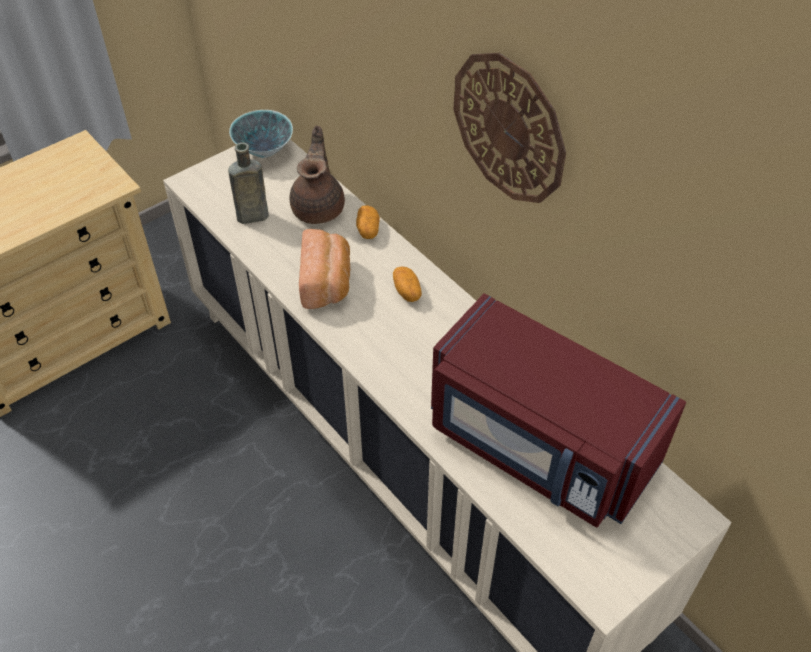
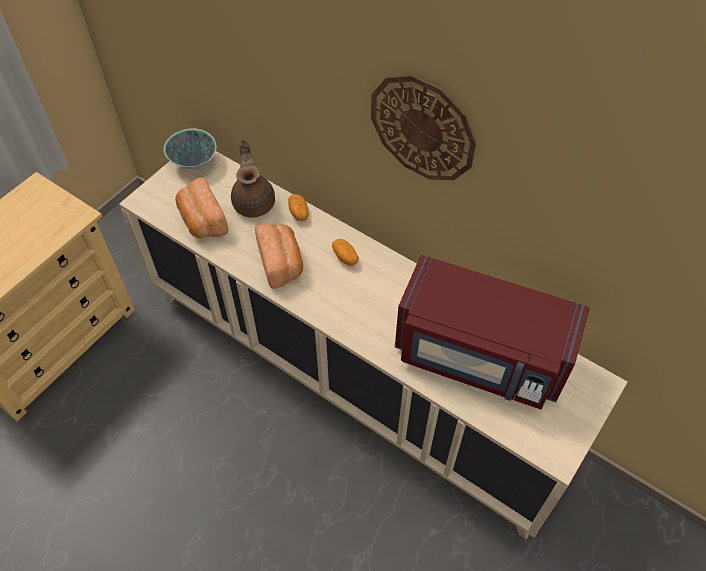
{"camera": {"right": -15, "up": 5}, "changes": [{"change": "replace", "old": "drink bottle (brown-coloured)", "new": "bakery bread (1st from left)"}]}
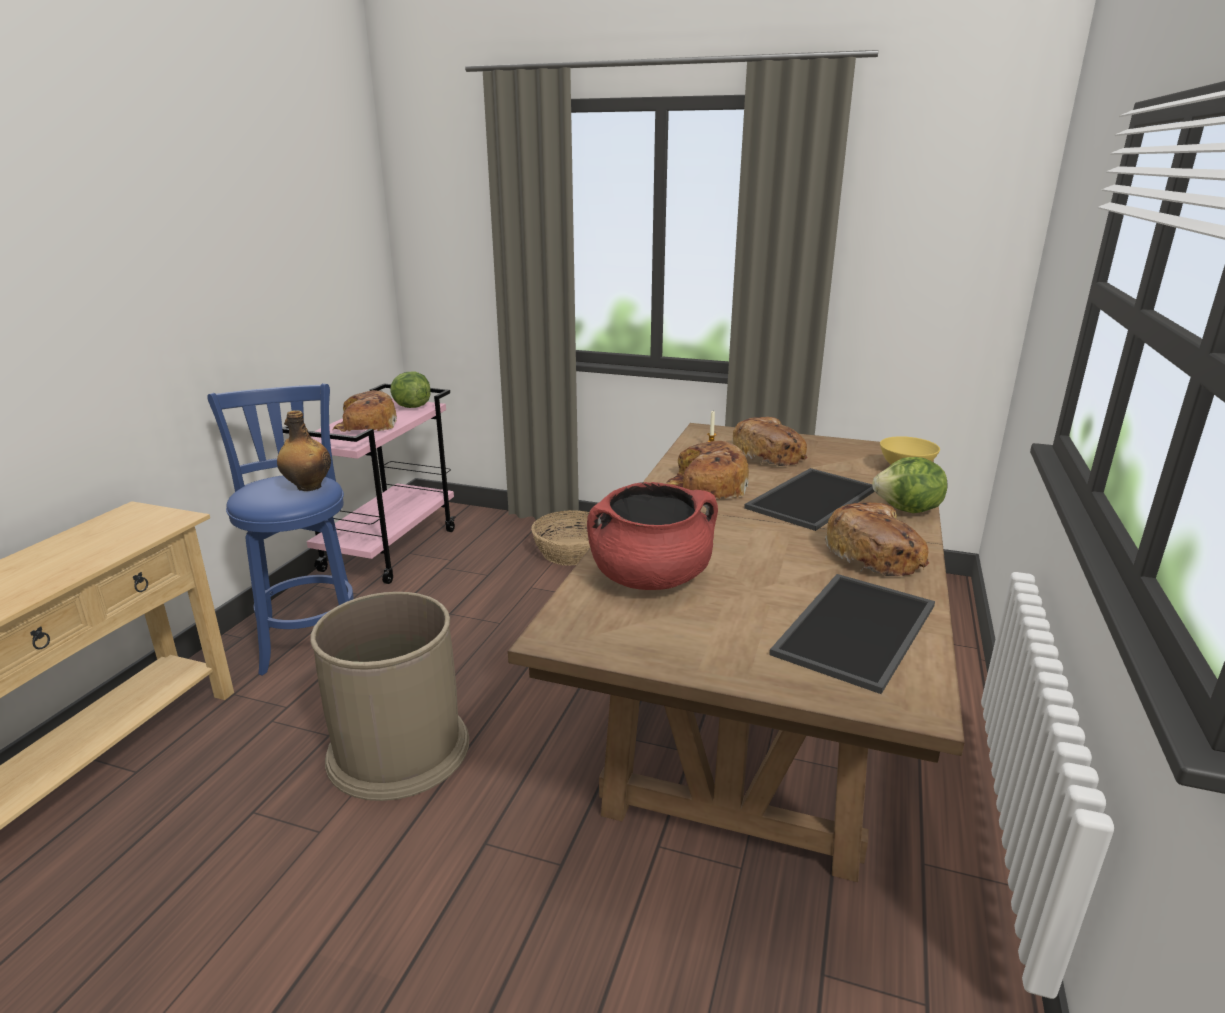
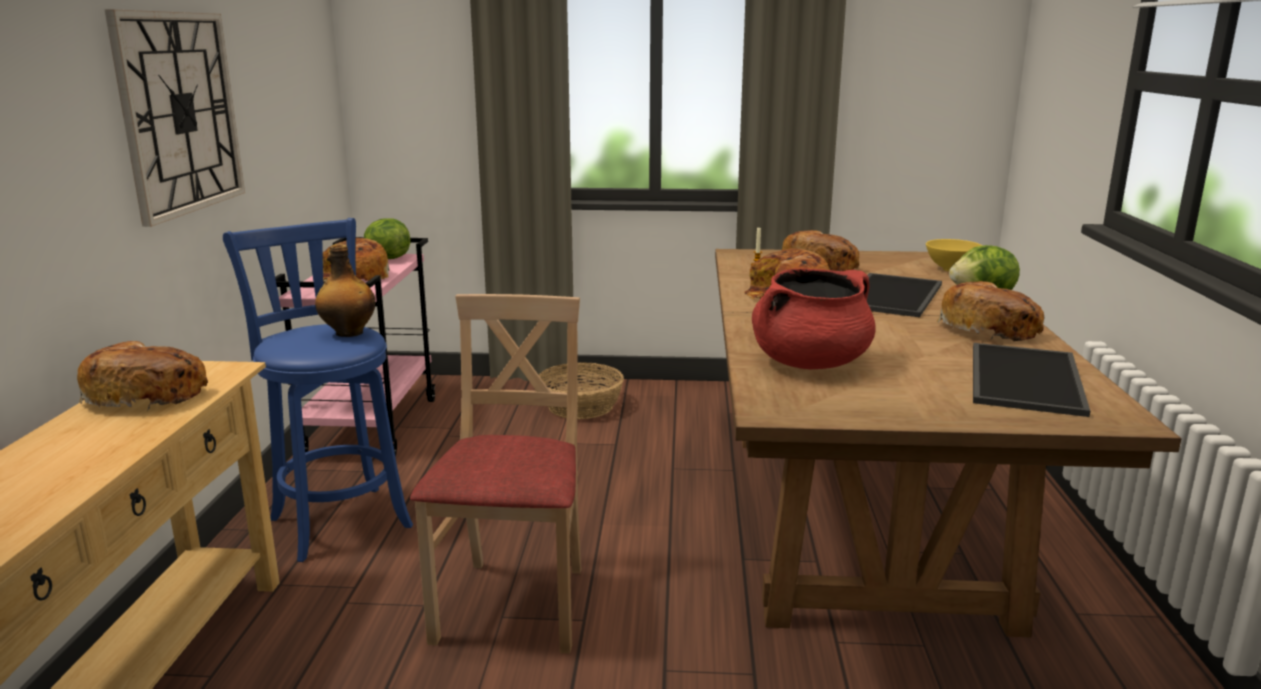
{"camera": {"right": -15, "up": -5}, "changes": [{"change": "insert", "new": "bakery bread (1st from left)"}, {"change": "insert", "new": "wall clock"}, {"change": "replace", "old": "trash can (brown-coloured)", "new": "plain chair (beige-coloured)"}]}
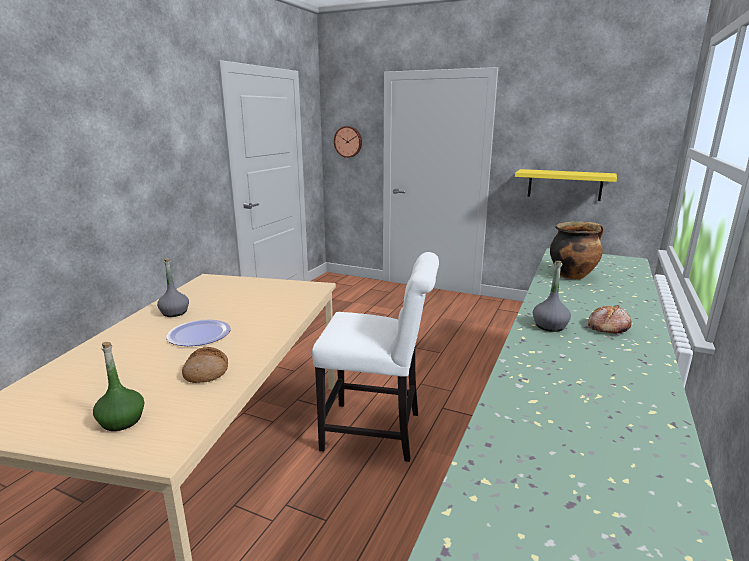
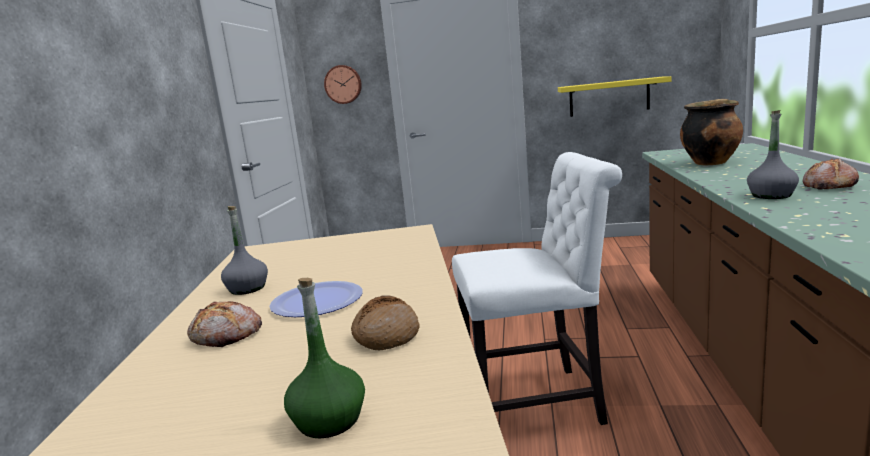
{"camera": {"right": -15, "up": -5}, "changes": [{"change": "insert", "new": "bakery bread (1st from left)"}]}
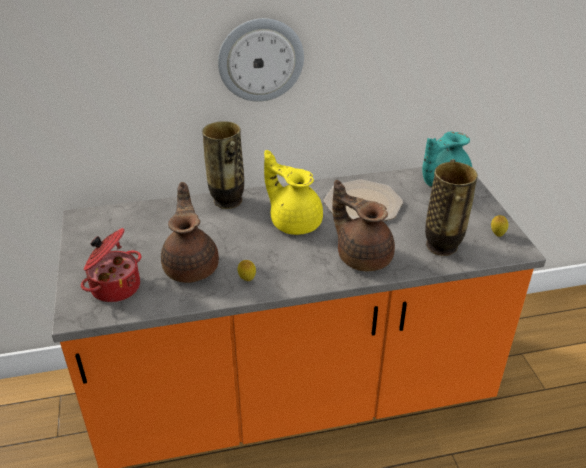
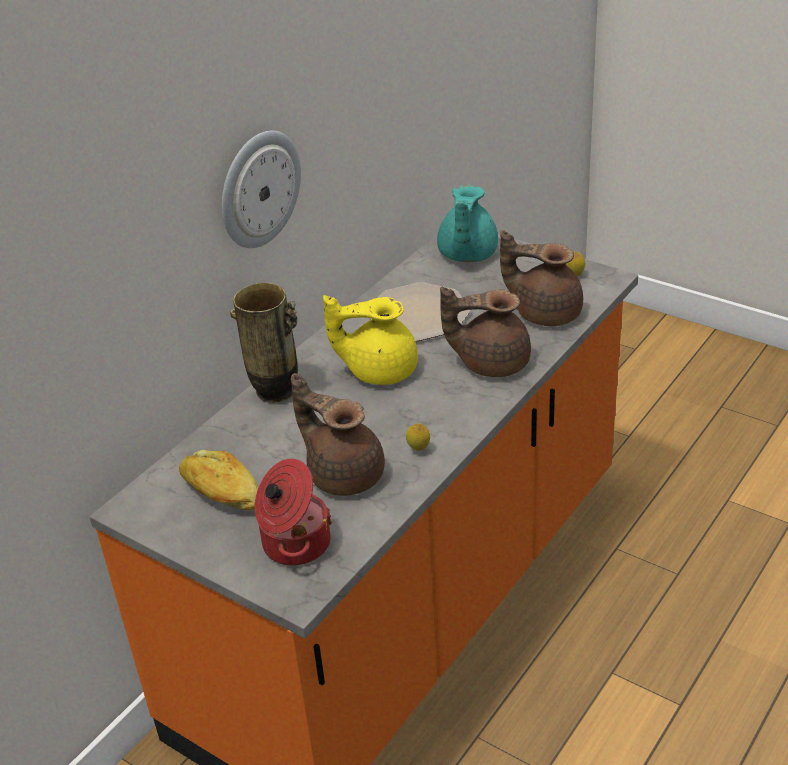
{"camera": {"right": -40, "up": 0}, "changes": [{"change": "insert", "new": "bakery bread"}, {"change": "replace", "old": "flower vase (2nd from left)", "new": "pot for tea (brown-coloured) (3rd from left)"}]}
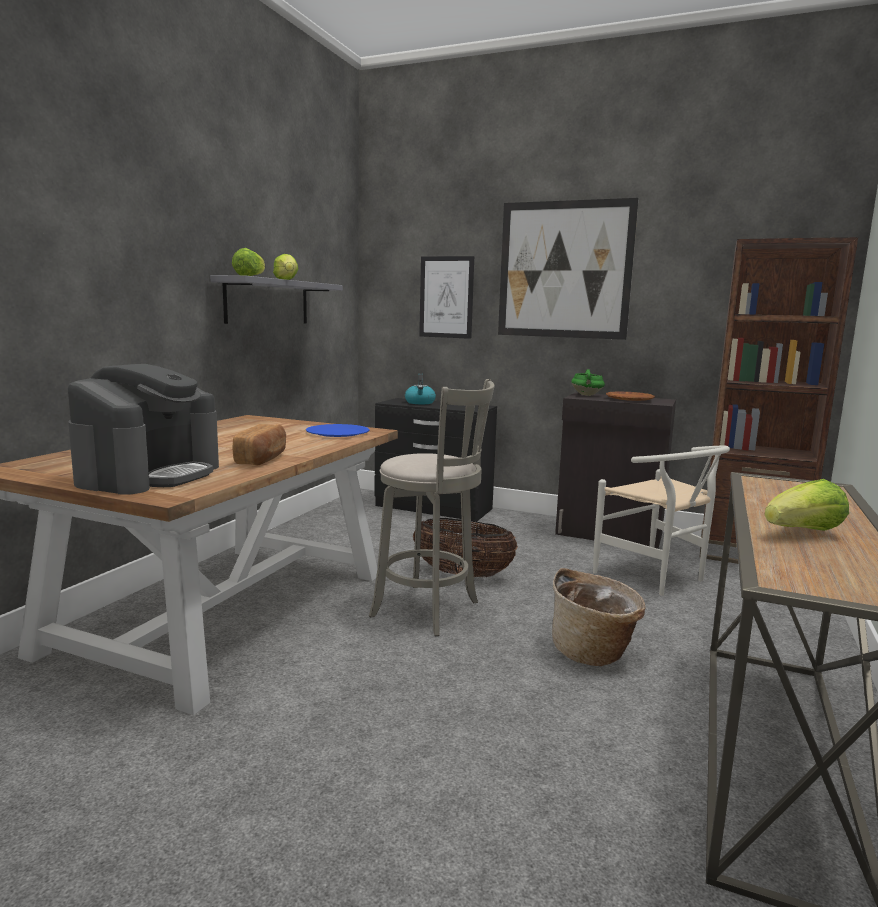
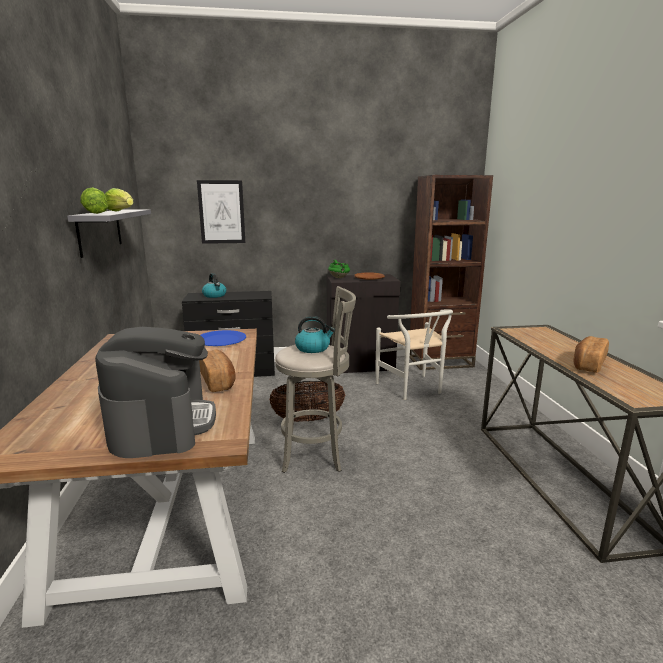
{"camera": {"right": -30, "up": 5}, "changes": [{"change": "insert", "new": "water kettle (2nd from left)"}, {"change": "rotate", "old": "plain chair (white)", "degrees": 45}, {"change": "replace", "old": "lettuce head (3rd from left)", "new": "bakery bread (2nd from left)"}, {"change": "delete", "old": "wall picture (2nd from left)"}, {"change": "delete", "old": "basket (2nd from left)"}]}
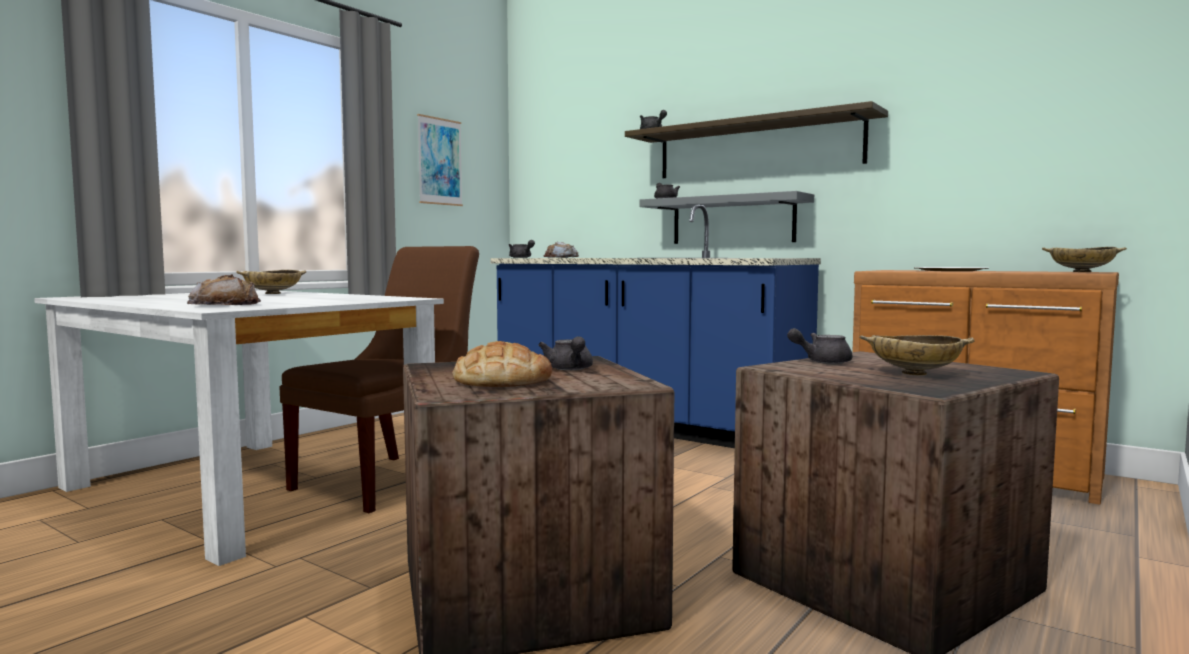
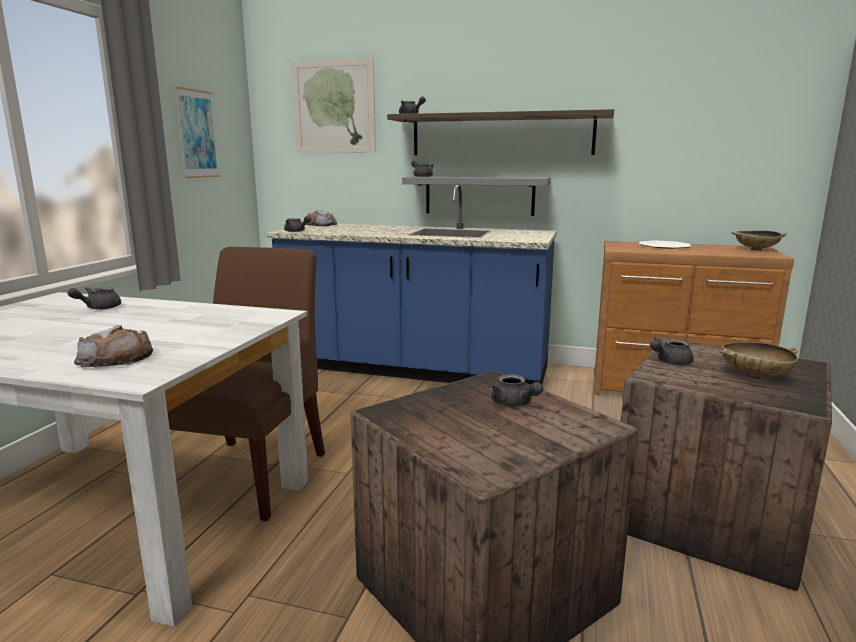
{"camera": {"right": -20, "up": 10}, "changes": [{"change": "replace", "old": "serving bowl (beige-coloured) (1st from left)", "new": "pot for tea (greyish) (1st from left)"}, {"change": "insert", "new": "wall picture (2nd from left)"}, {"change": "delete", "old": "bakery bread (2nd from left)"}]}
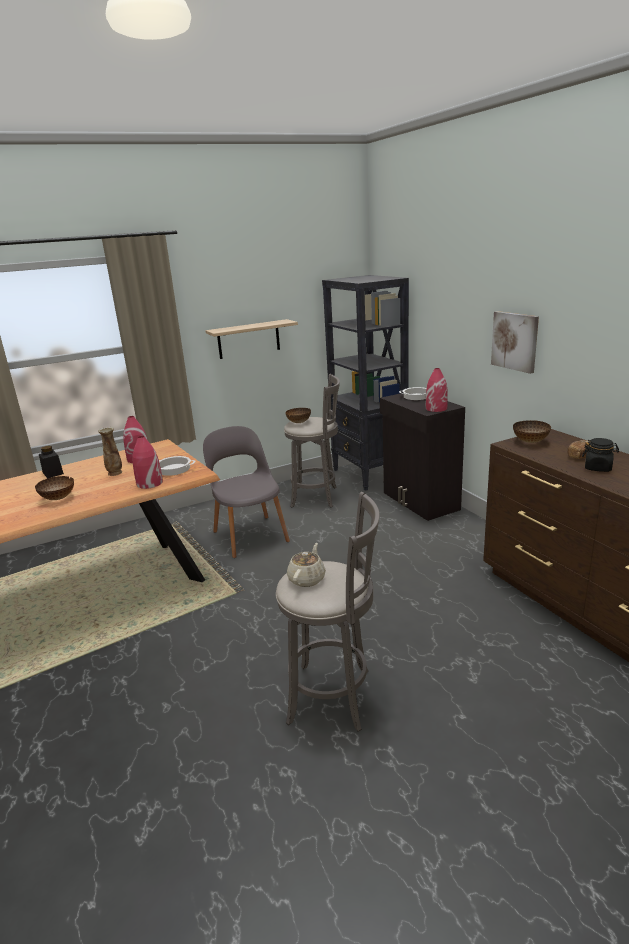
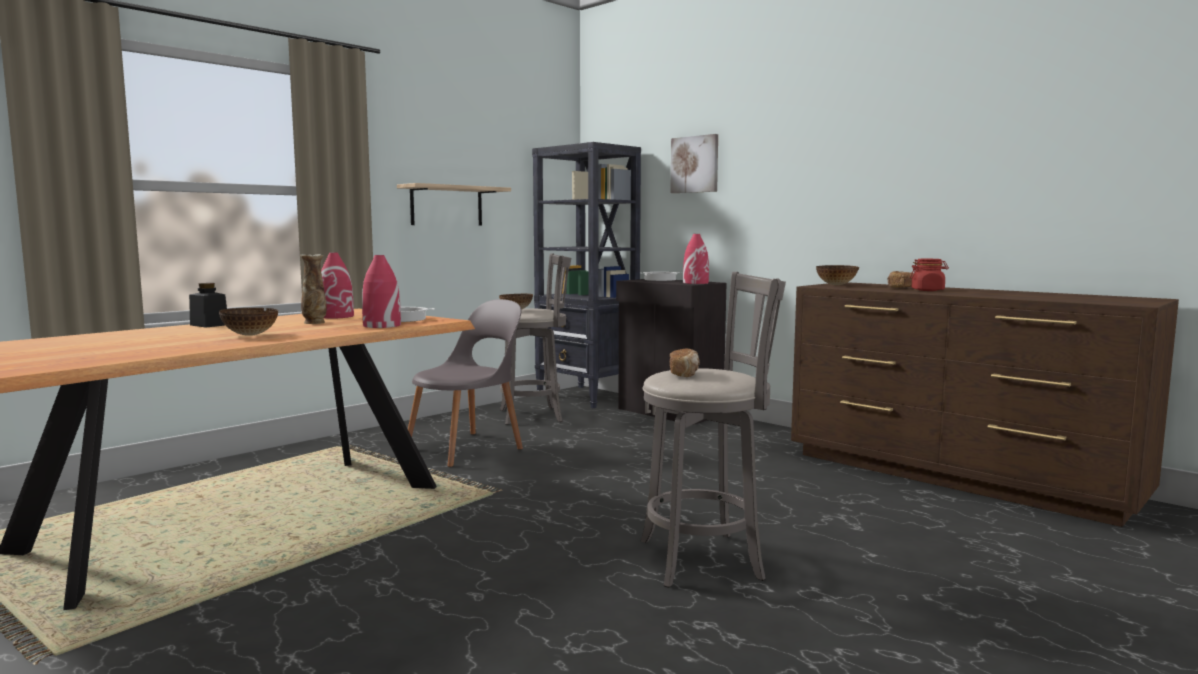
{"camera": {"right": -20, "up": -15}, "changes": [{"change": "rotate", "old": "plain chair (greyish)", "degrees": 90}, {"change": "move", "old": "wall picture"}, {"change": "replace", "old": "pot for tea (beige-coloured)", "new": "bakery bread (1st from left)"}, {"change": "recolor", "old": "preserve jar (blackish) (2nd from left)", "new": "preserve jar (reddish)"}]}
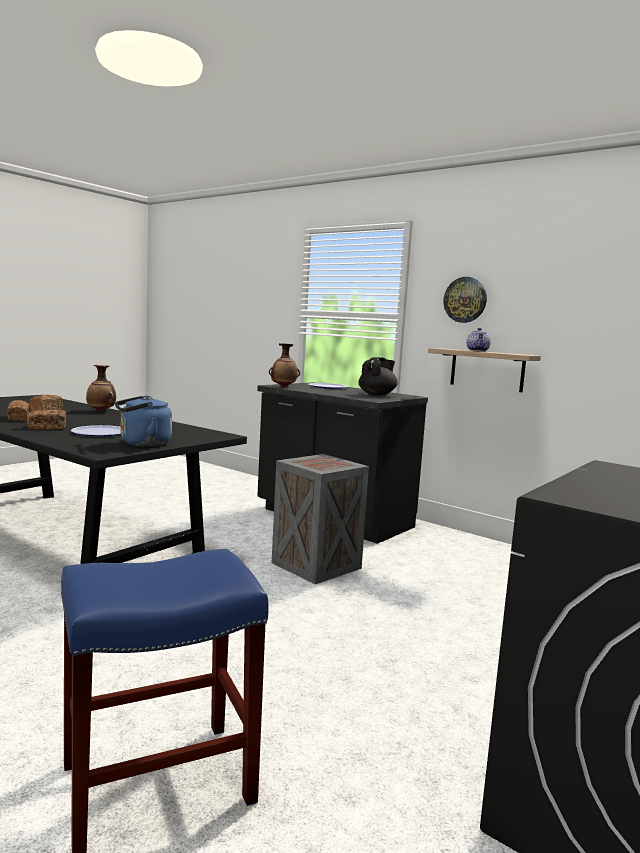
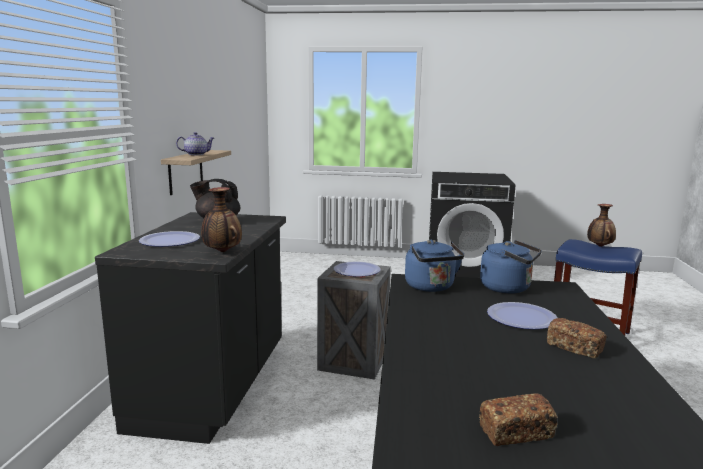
{"camera": {"right": -120, "up": 5}, "changes": [{"change": "insert", "new": "flat dish (2nd from left)"}, {"change": "insert", "new": "water kettle (blue) (1st from left)"}, {"change": "move", "old": "flower vase (1st from left in the first image)", "new": "flower vase (2nd from left)"}, {"change": "delete", "old": "bakery bread (1st from left)"}, {"change": "delete", "old": "wall clock"}]}
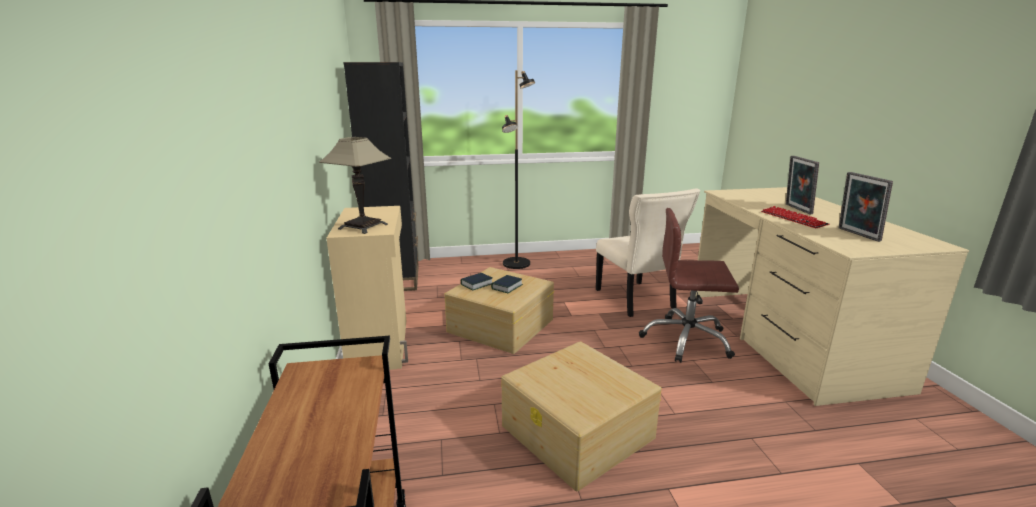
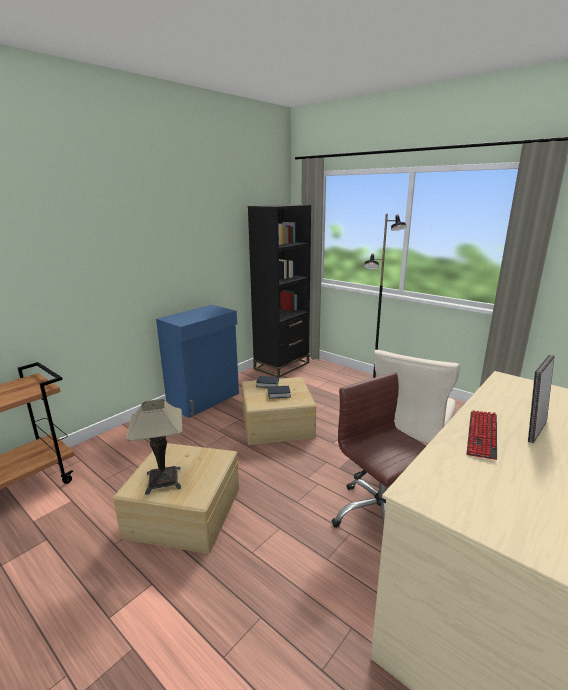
{"camera": {"right": 50, "up": 0}, "changes": [{"change": "move", "old": "table lamp"}, {"change": "recolor", "old": "cabinet (beige-coloured)", "new": "cabinet (blue)"}, {"change": "delete", "old": "standing frame (2nd from left)"}]}
